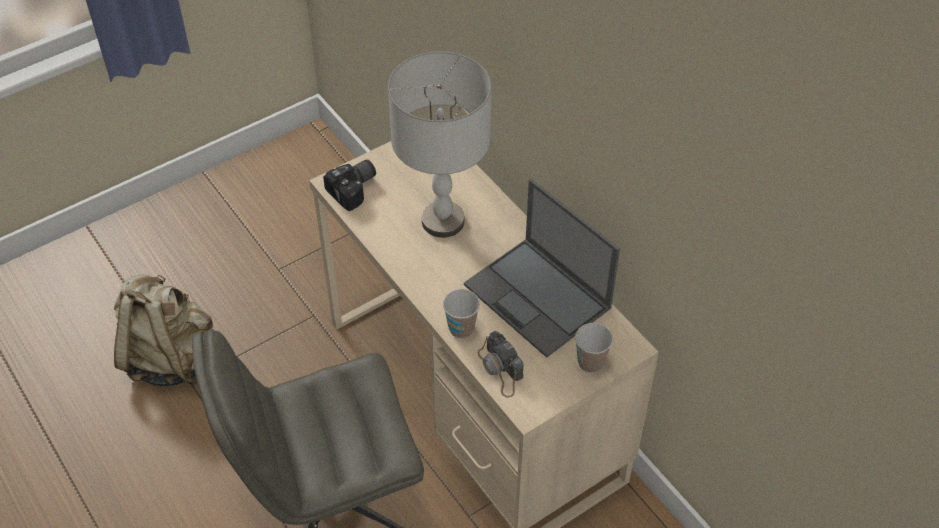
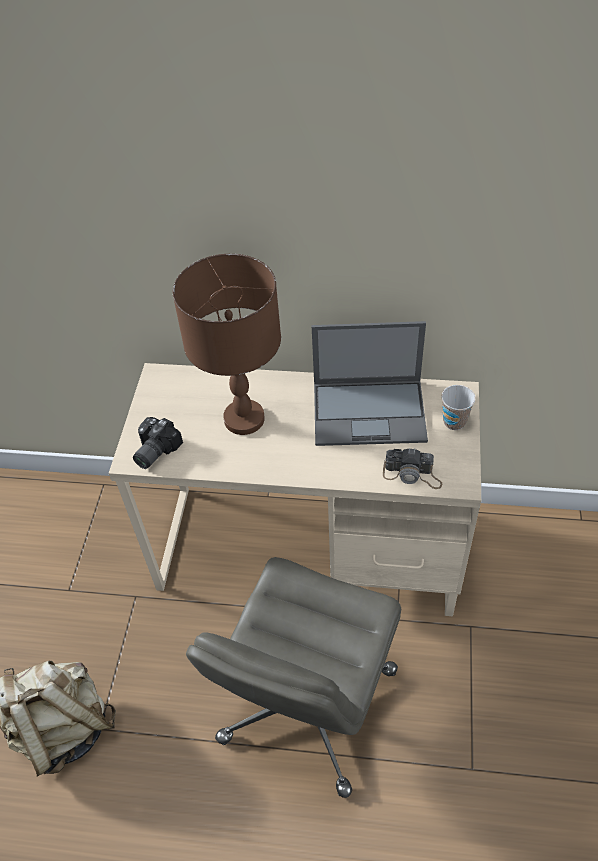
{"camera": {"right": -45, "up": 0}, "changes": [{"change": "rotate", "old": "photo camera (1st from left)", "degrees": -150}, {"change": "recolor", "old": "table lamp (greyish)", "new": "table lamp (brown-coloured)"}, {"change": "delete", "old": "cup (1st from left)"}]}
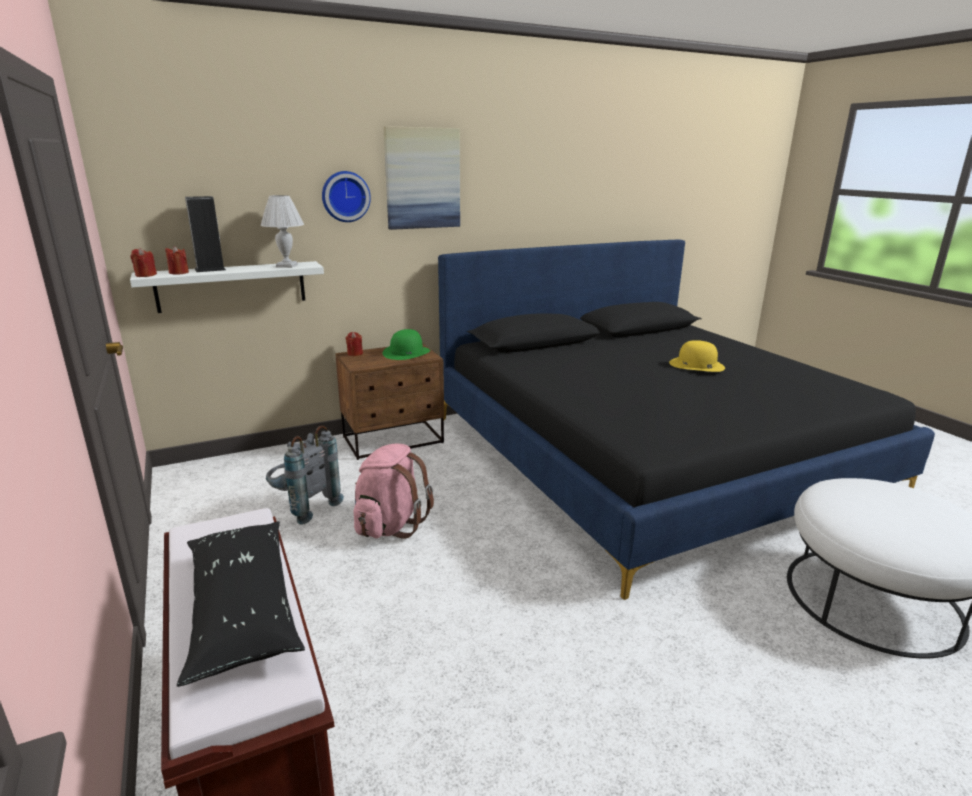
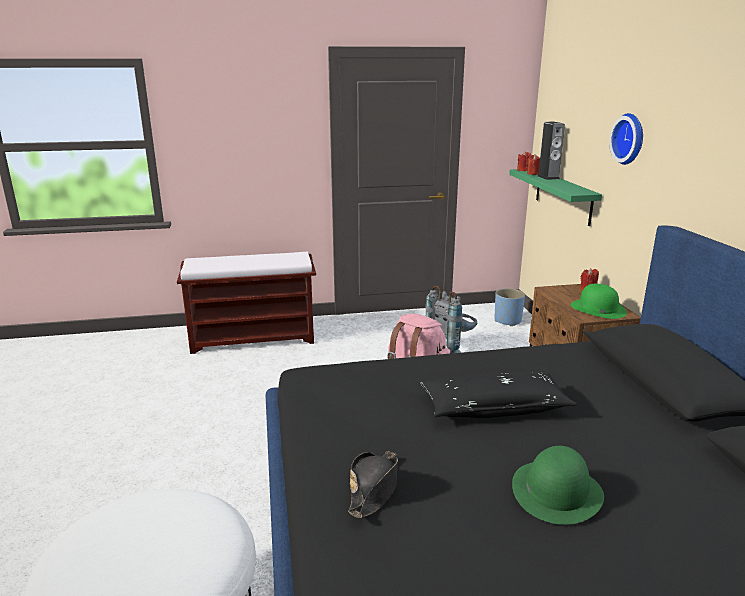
{"camera": {"right": 105, "up": 0}, "changes": [{"change": "insert", "new": "hat (blackish)"}, {"change": "move", "old": "cushion (blackish)"}, {"change": "insert", "new": "plant pot (blue)"}, {"change": "recolor", "old": "wall shelf (white)", "new": "wall shelf (greenish)"}, {"change": "recolor", "old": "hat (yellowish)", "new": "hat (greenish) (1st from left)"}, {"change": "delete", "old": "table lamp (white)"}, {"change": "delete", "old": "wall picture"}]}
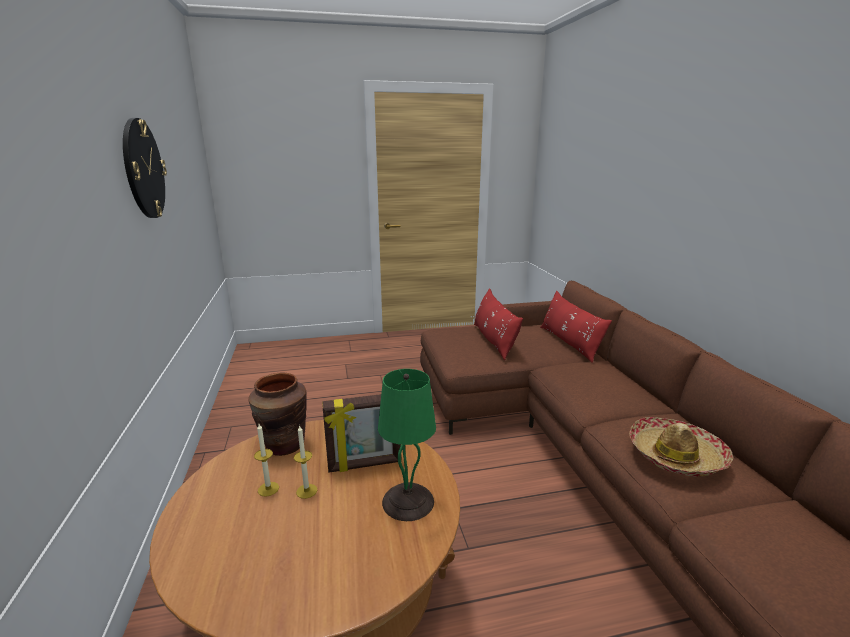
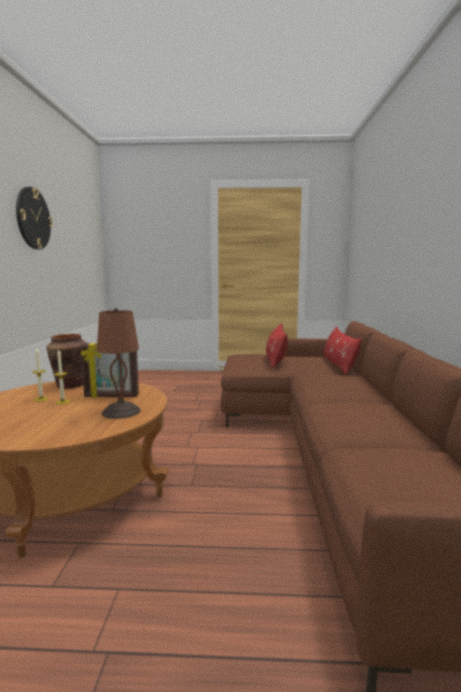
{"camera": {"right": 15, "up": -10}, "changes": [{"change": "recolor", "old": "table lamp (greenish)", "new": "table lamp (brown-coloured)"}, {"change": "delete", "old": "hat"}]}
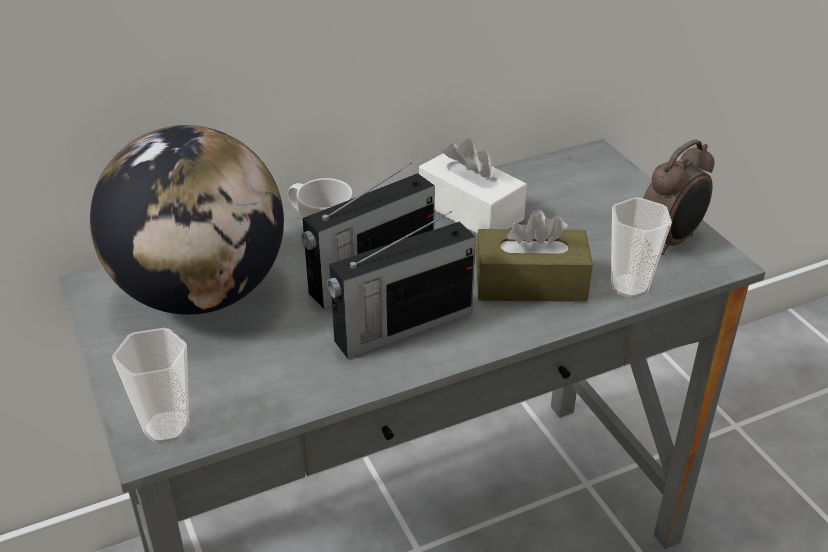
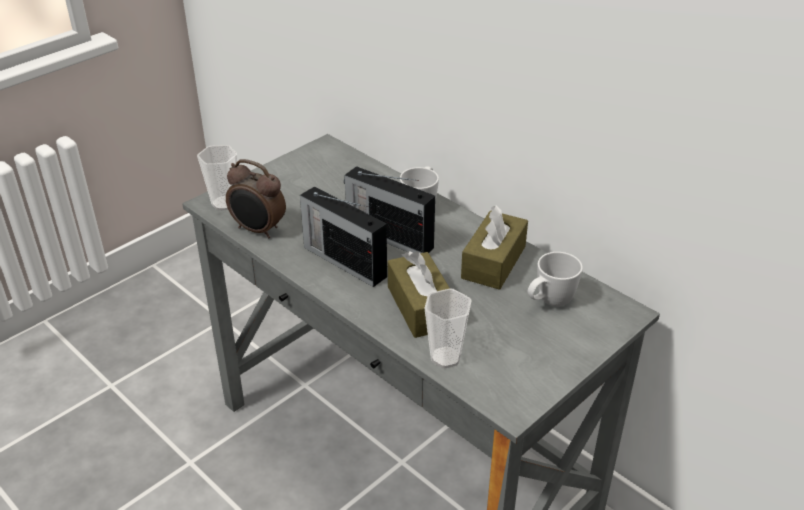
{"camera": {"right": 70, "up": 0}, "changes": [{"change": "move", "old": "bedside clock"}, {"change": "recolor", "old": "tissue holder (white)", "new": "tissue holder (brown-coloured) (2nd from left)"}, {"change": "insert", "new": "mug (white) (2nd from left)"}, {"change": "delete", "old": "world globe"}]}
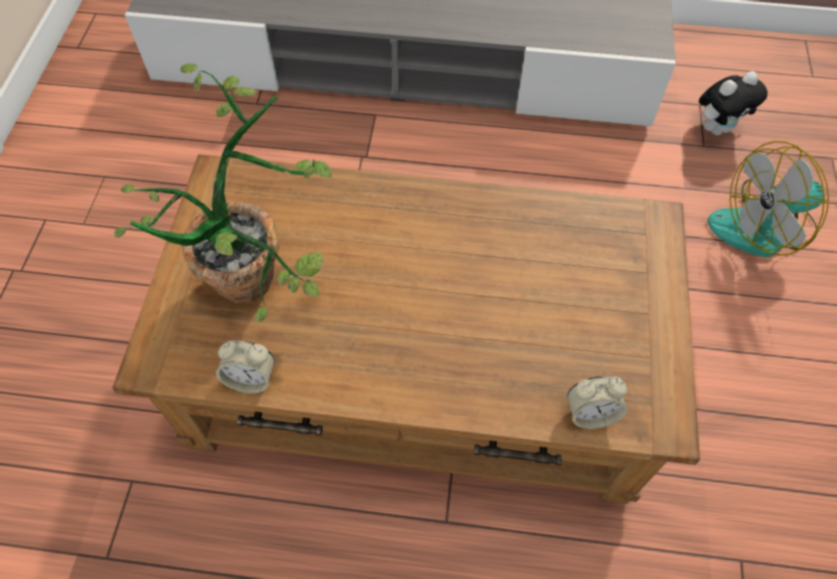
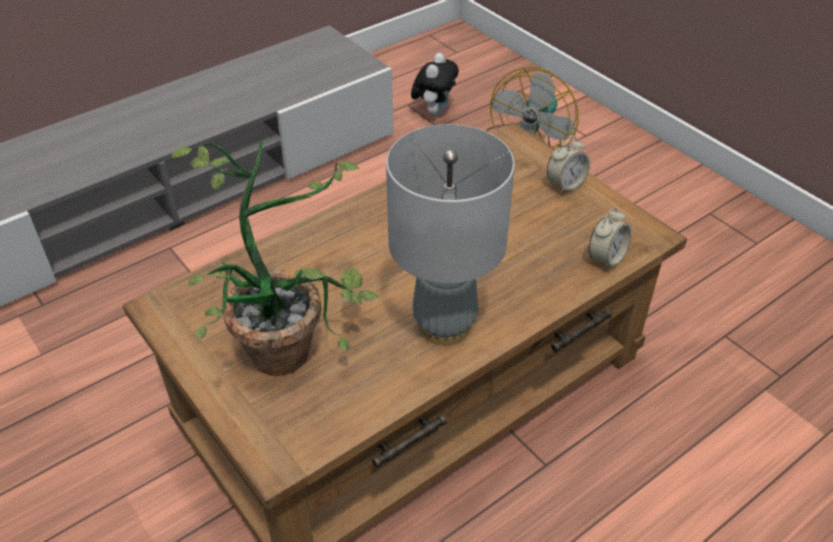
{"camera": {"right": -45, "up": -15}, "changes": [{"change": "insert", "new": "table lamp (greyish)"}, {"change": "move", "old": "bedside clock (1st from left)"}]}
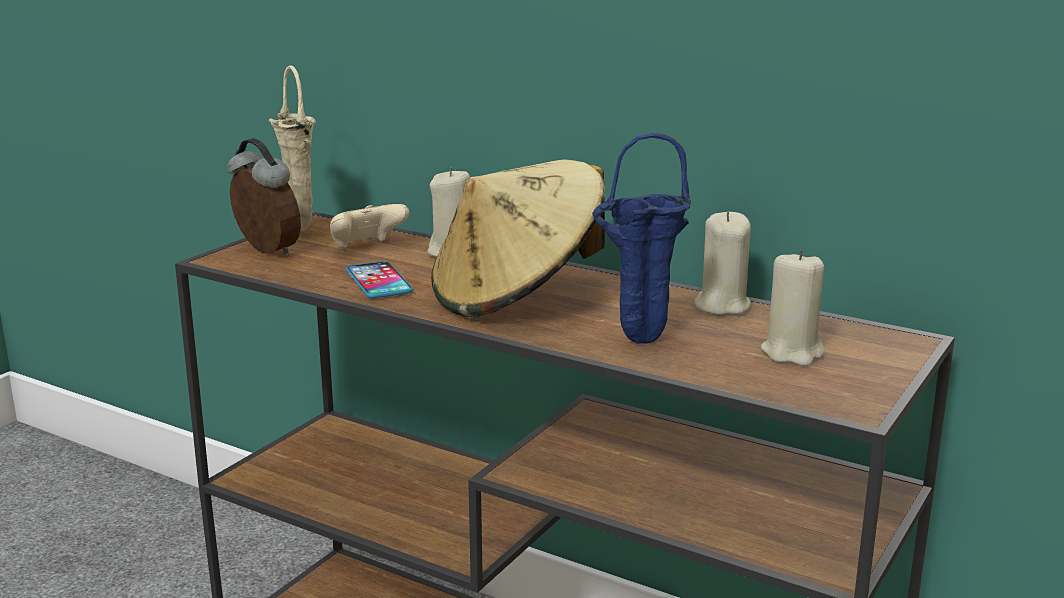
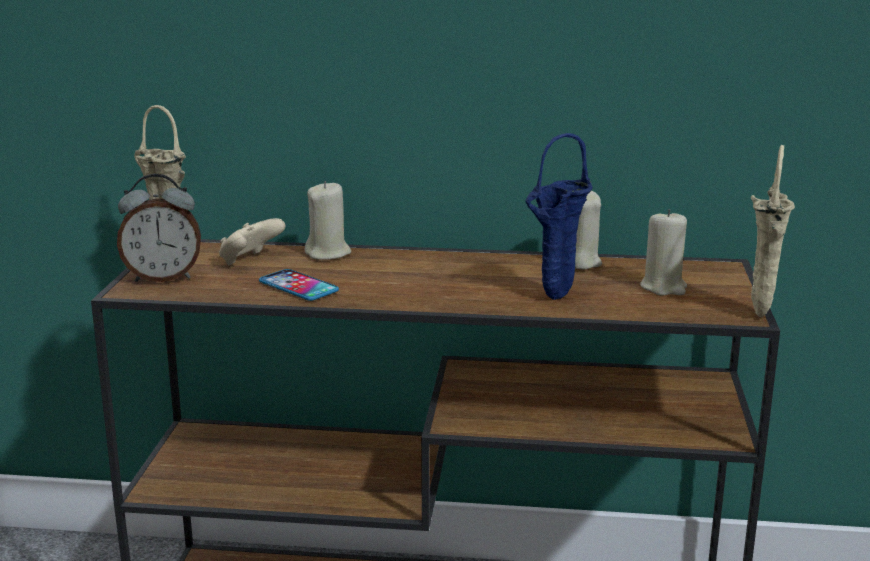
{"camera": {"right": -25, "up": 0}, "changes": [{"change": "rotate", "old": "bedside clock", "degrees": 150}, {"change": "insert", "new": "flower vase (beige-coloured) (2nd from left)"}, {"change": "delete", "old": "hat (beige-coloured)"}]}
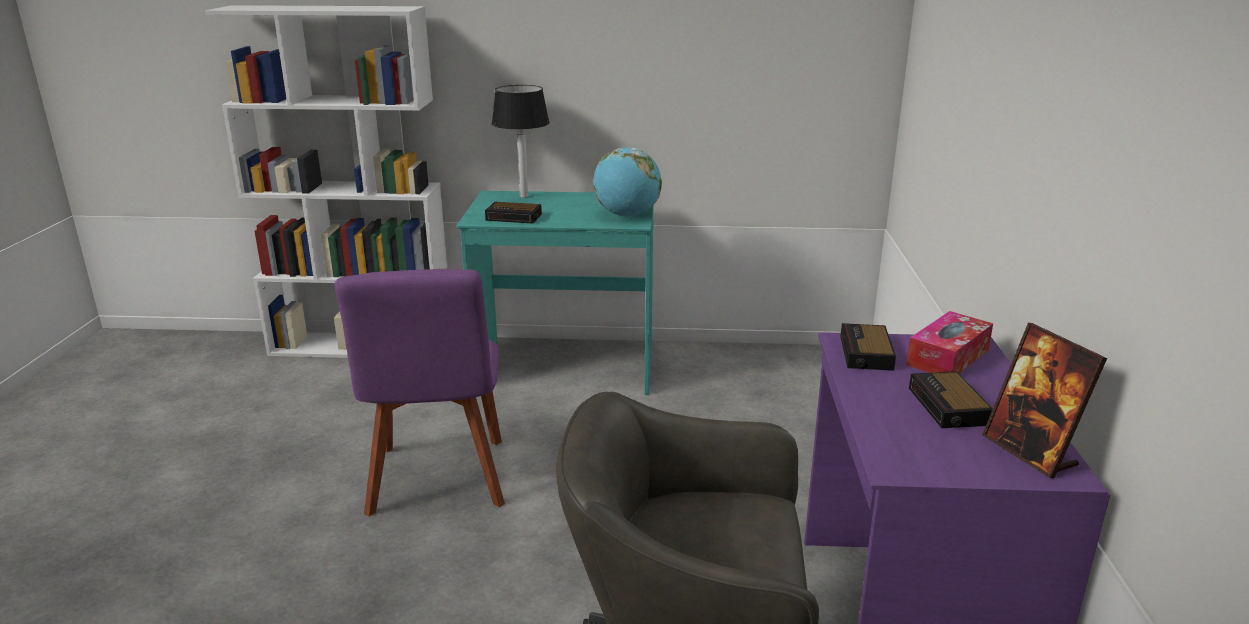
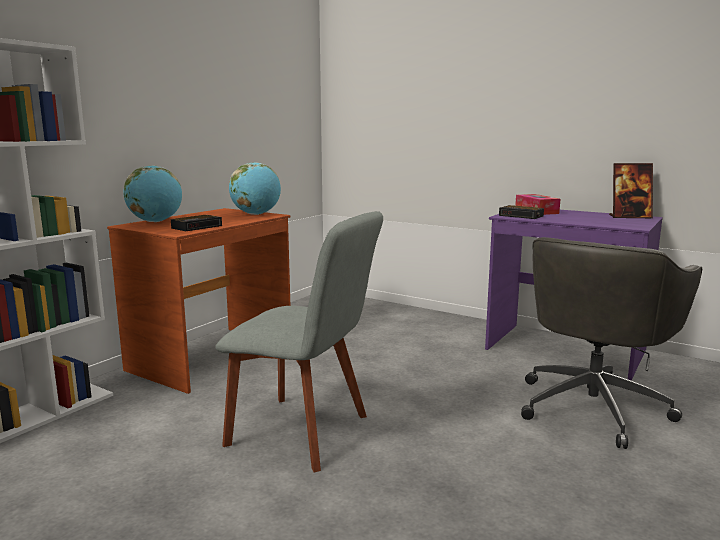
{"camera": {"right": -60, "up": -10}, "changes": [{"change": "recolor", "old": "desk table (blue-green)", "new": "desk table (brown-coloured)"}, {"change": "replace", "old": "table lamp", "new": "world globe (1st from left)"}, {"change": "recolor", "old": "plain chair (purplish)", "new": "plain chair (greyish)"}, {"change": "delete", "old": "bedside clock (3rd from left)"}]}
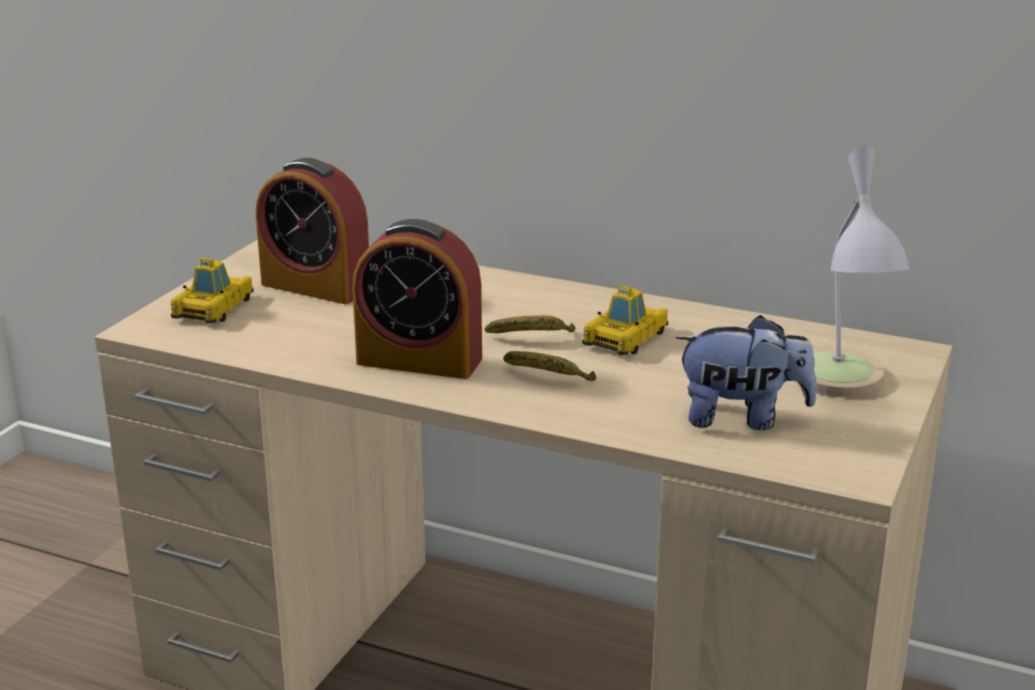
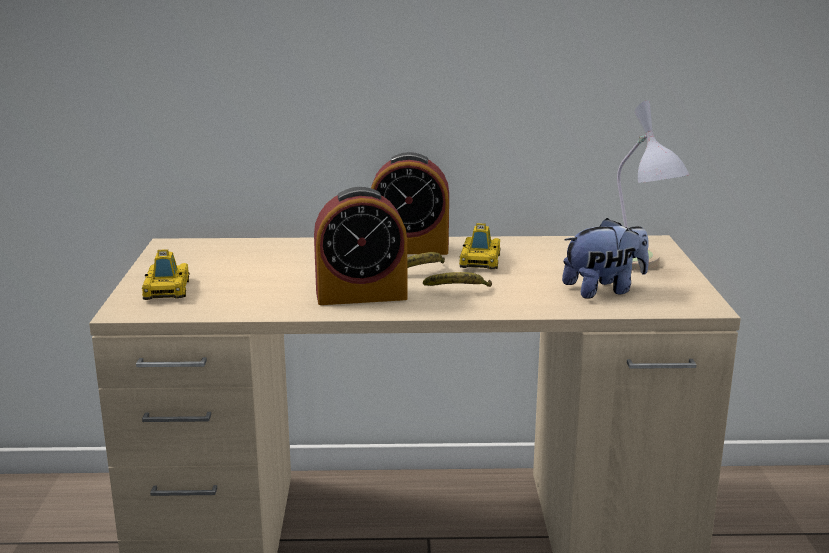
{"camera": {"right": -25, "up": -5}, "changes": [{"change": "move", "old": "bedside clock (1st from left in the first image)", "new": "bedside clock (2nd from left)"}]}
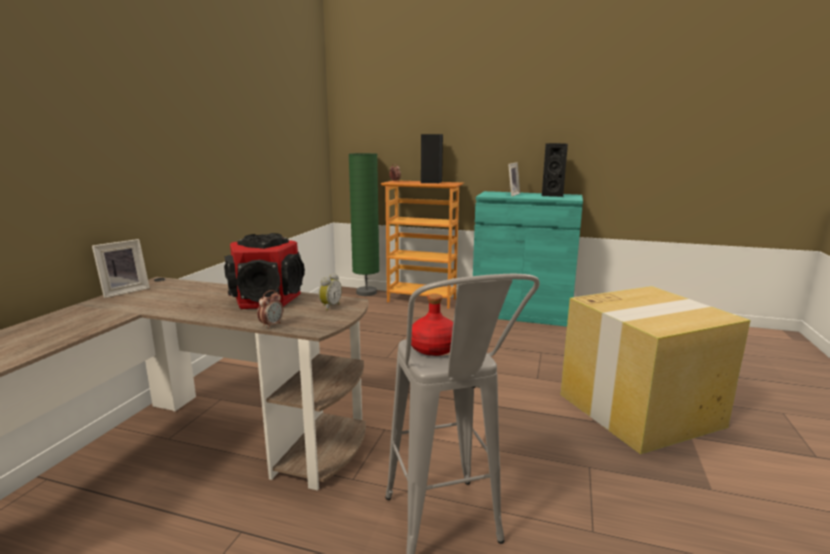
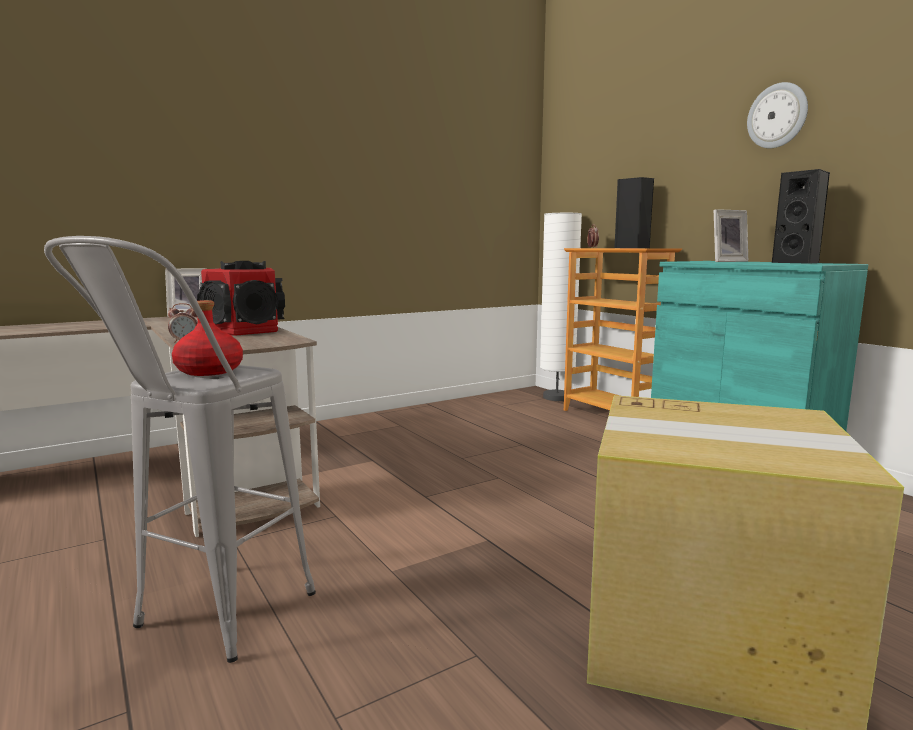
{"camera": {"right": 40, "up": -5}, "changes": [{"change": "recolor", "old": "standing lamp (greenish)", "new": "standing lamp (white)"}, {"change": "insert", "new": "wall clock"}, {"change": "delete", "old": "bedside clock (2nd from left)"}]}
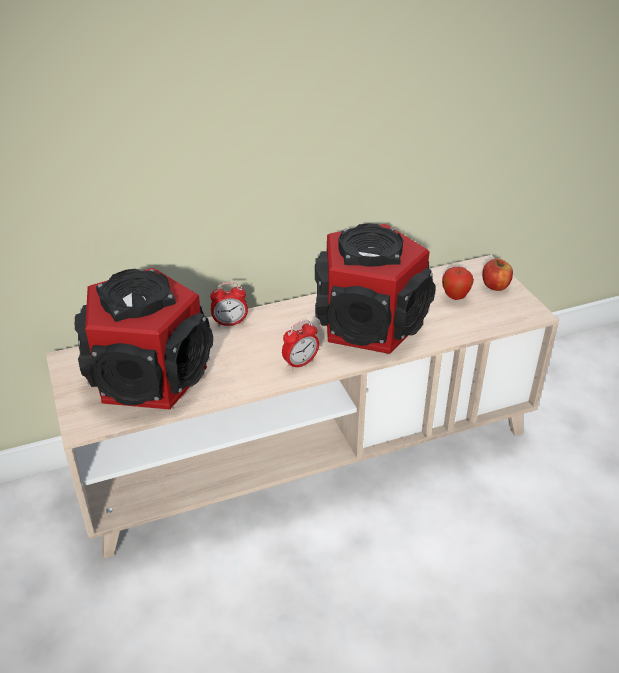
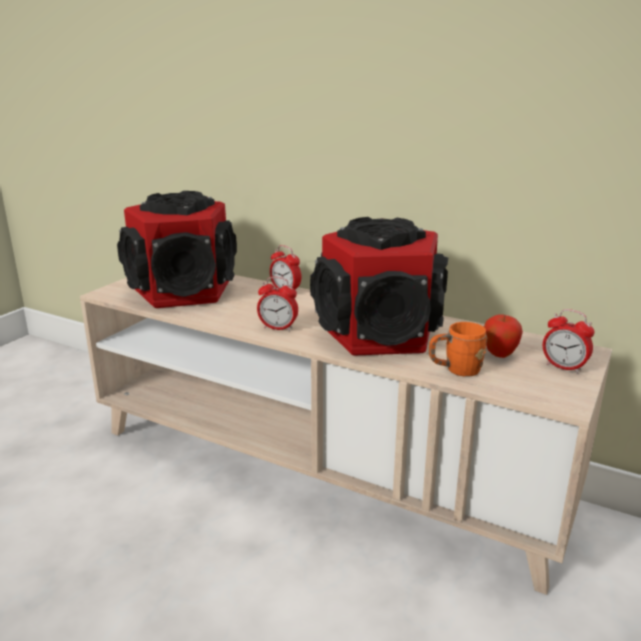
{"camera": {"right": 50, "up": -15}, "changes": [{"change": "insert", "new": "mug (orange)"}, {"change": "replace", "old": "apple (2nd from left)", "new": "bedside clock (3rd from left)"}]}
